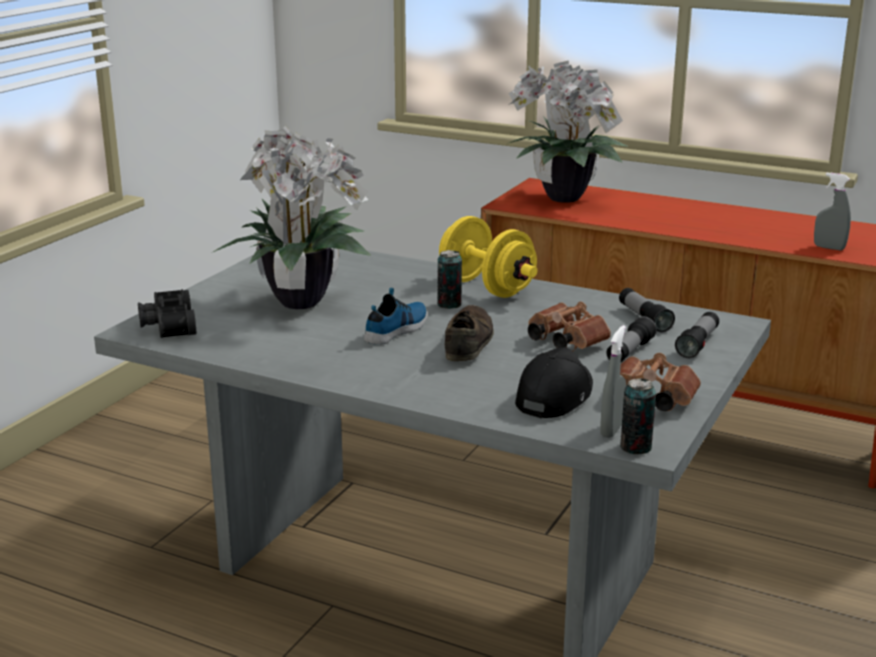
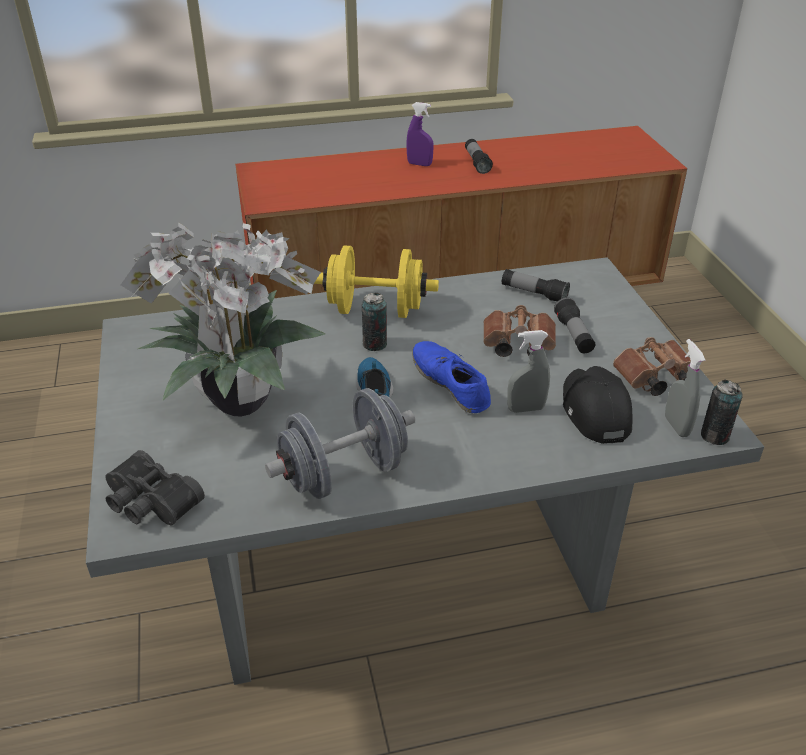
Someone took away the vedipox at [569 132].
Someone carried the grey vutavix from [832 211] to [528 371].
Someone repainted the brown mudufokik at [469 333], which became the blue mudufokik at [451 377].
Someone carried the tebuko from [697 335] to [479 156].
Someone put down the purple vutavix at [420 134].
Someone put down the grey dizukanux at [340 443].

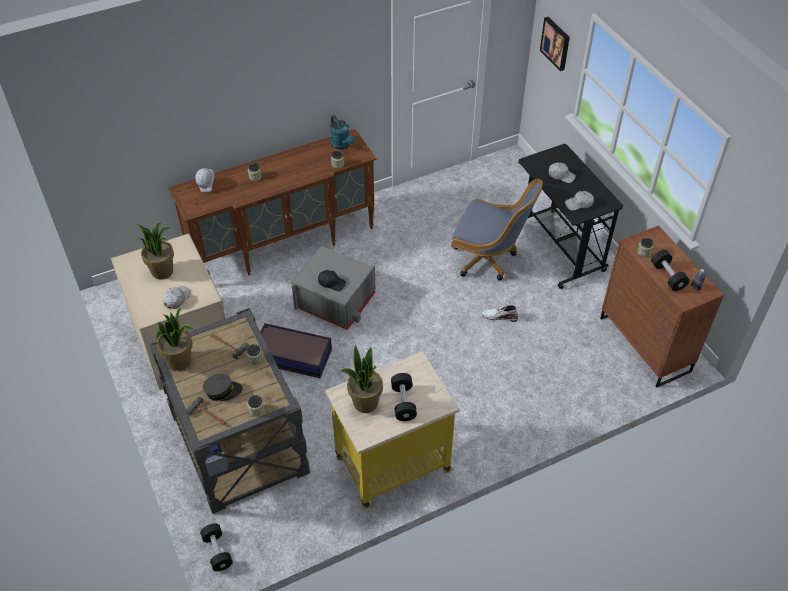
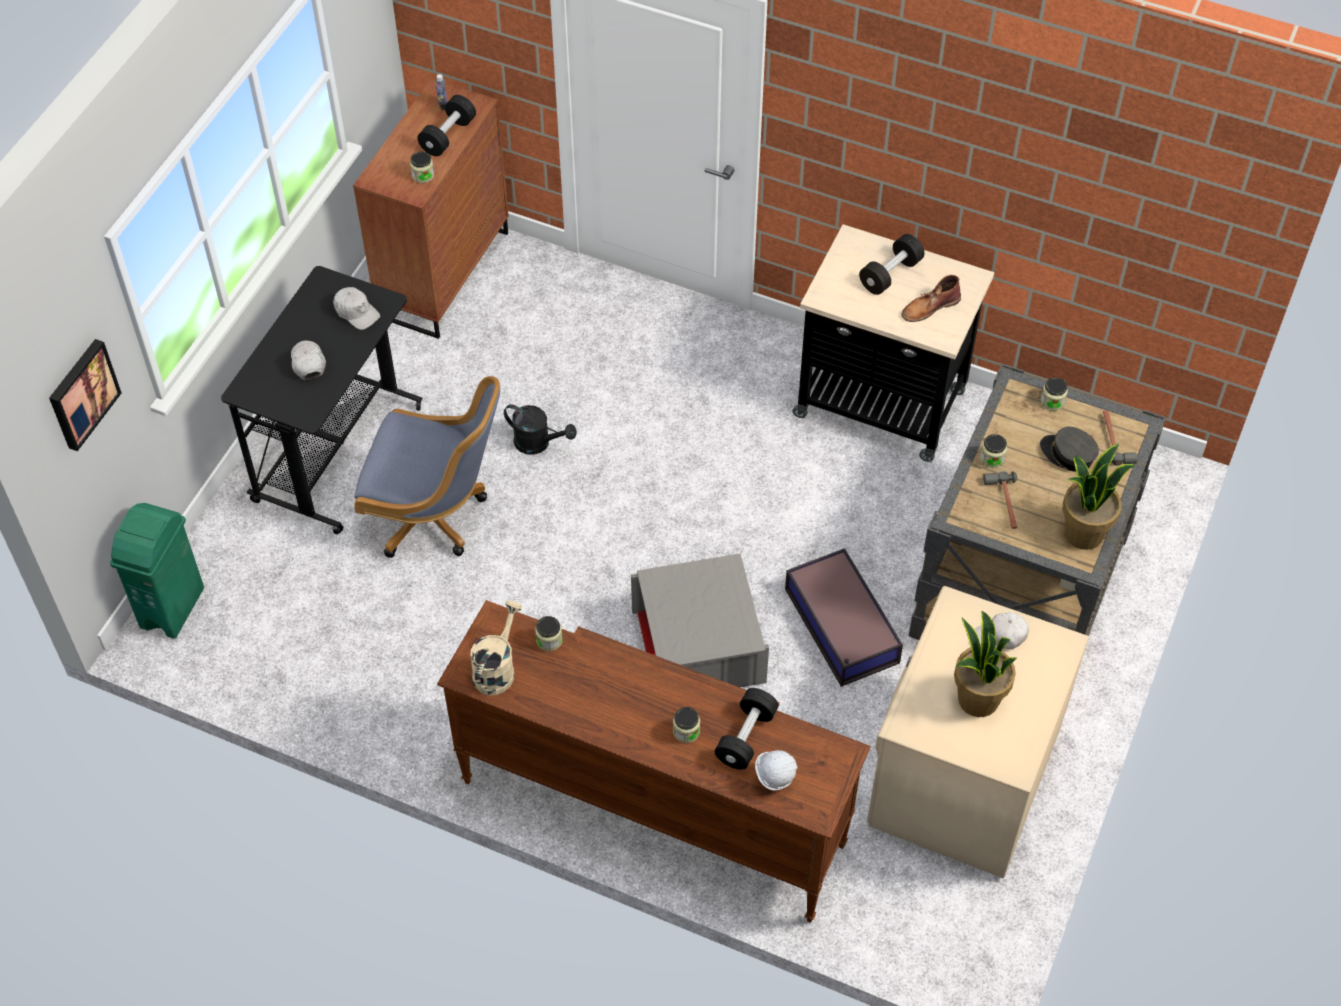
Someone repainted the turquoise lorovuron at [342 132], which became the beige lorovuron at [496 647].
Someone rotated the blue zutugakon at [497 230] by 120 degrees clockwise.
Someone took away the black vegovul at [332 280].
Someone swapped the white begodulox at [500 313] for the black lorovuron at [540 429].
Someone swapped the vedipox at [362 379] for the brown begodulox at [931 298].
Someone repainted the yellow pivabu at [392 430], which became the black pivabu at [893 343].
Someone carried the black dizukanux from [216 547] to [747 729].
Someone put down the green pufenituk at [157 571].

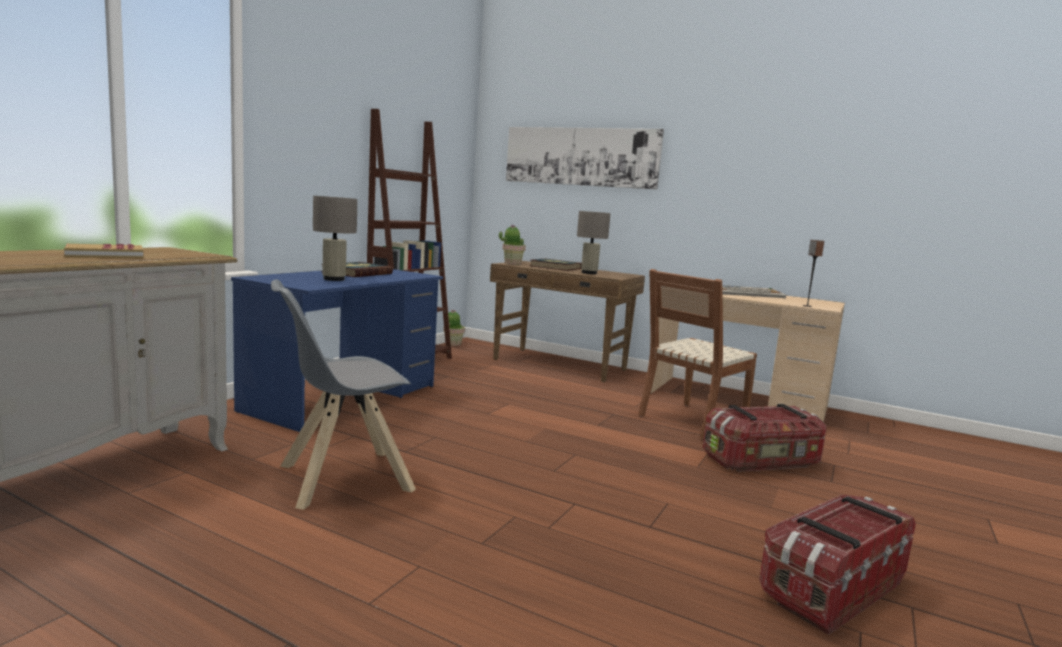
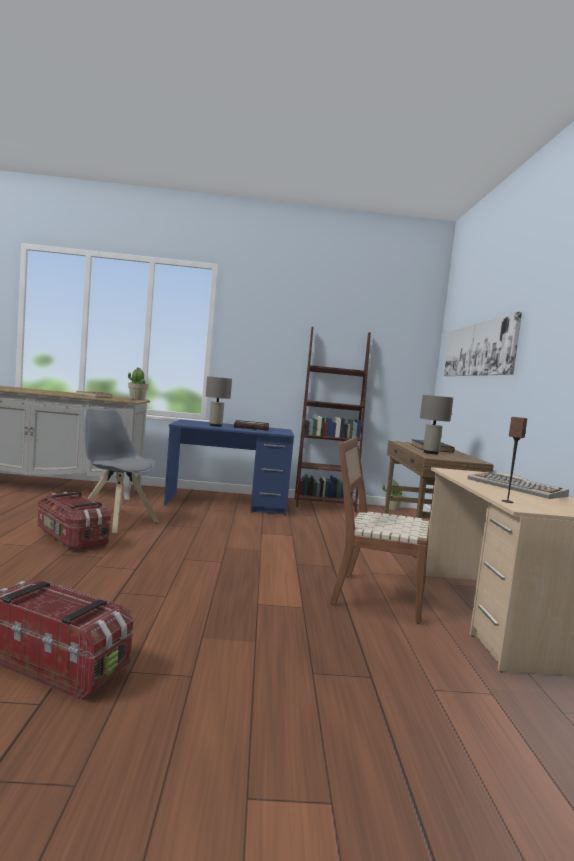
Someone carried the vedipox from [512 245] to [138 383].
Someone carried the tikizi from [765 438] to [74 521].

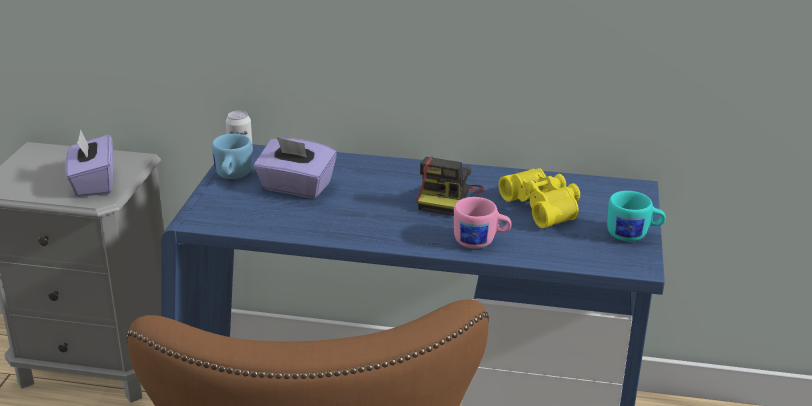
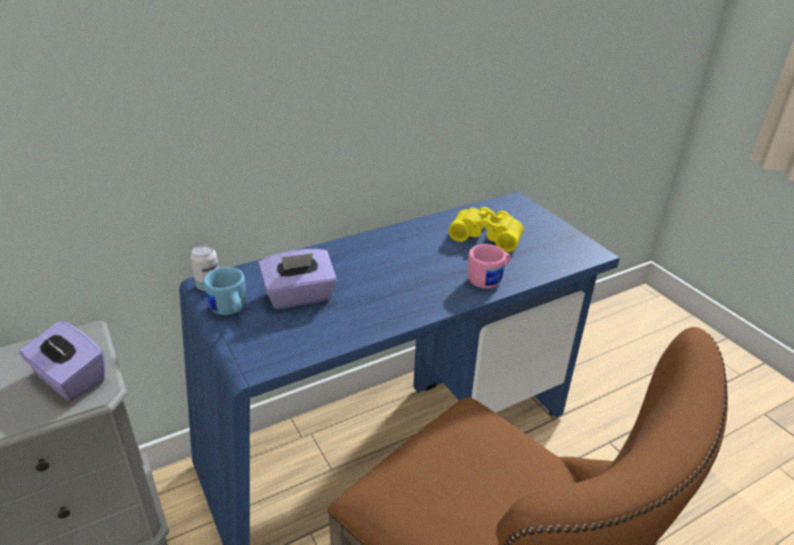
Someone took away the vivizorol at [450 186].
Someone took away the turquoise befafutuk at [636 216].

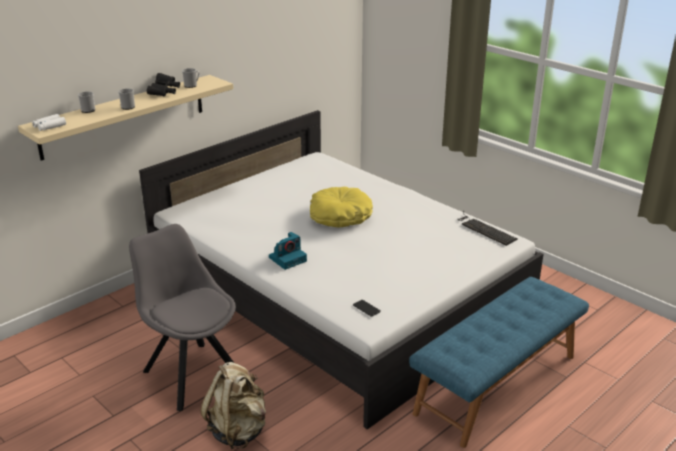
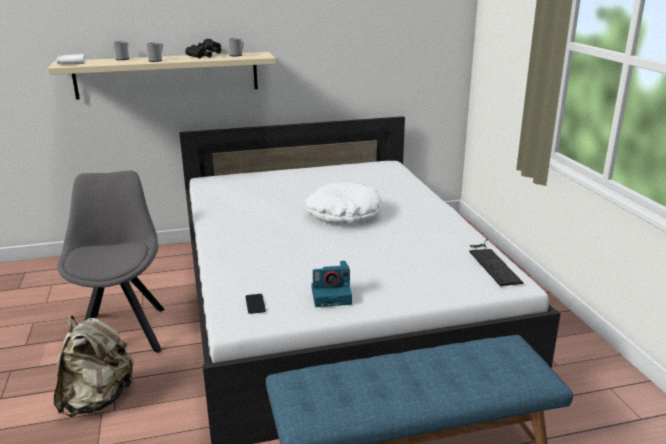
Someone repainted the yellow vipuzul at [341 207], which became the white vipuzul at [343 203].
Someone carried the vivizorol from [288 251] to [331 284].

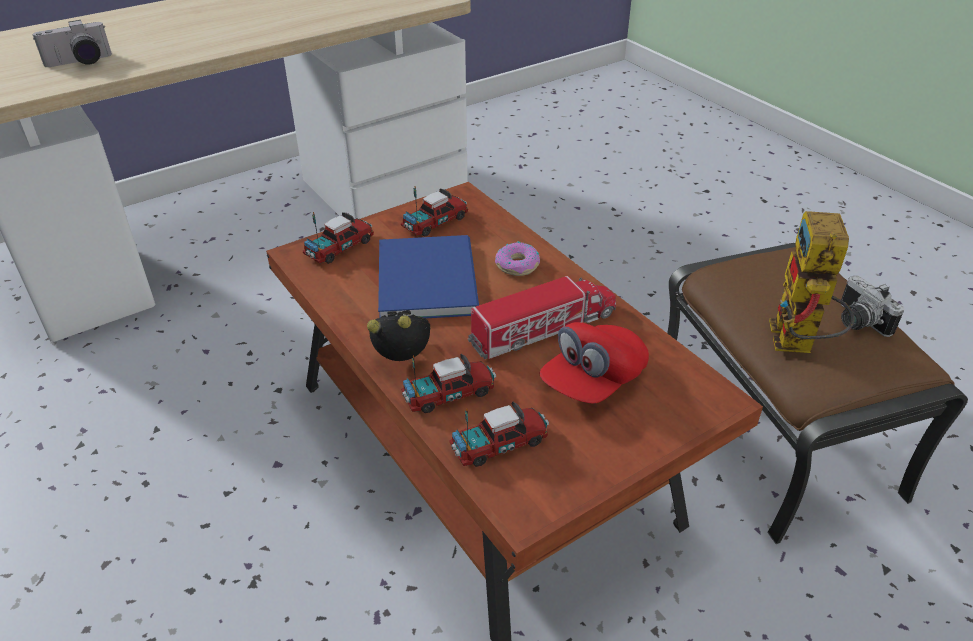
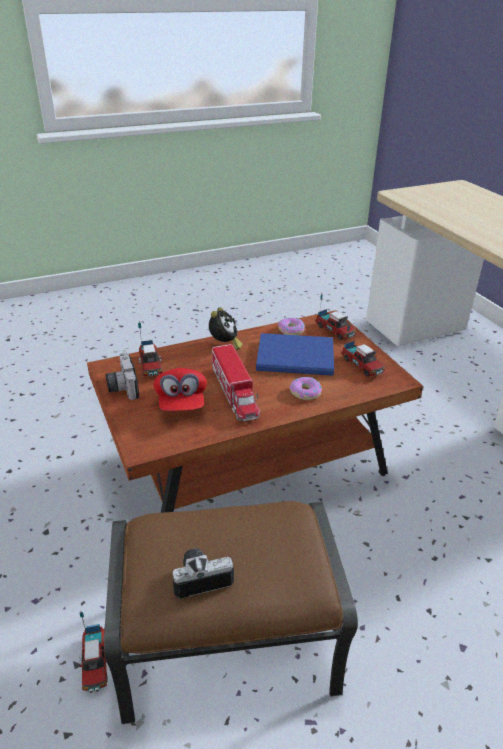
Someone carried the vivizorol from [72 43] to [122 376].
Someone took away the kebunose at [812 282].
Someone rotated the red vegovul at [594 362] by 150 degrees counterclockwise.
Someone carried the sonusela from [448 383] to [93 652].
Someone put down the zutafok at [291 326].

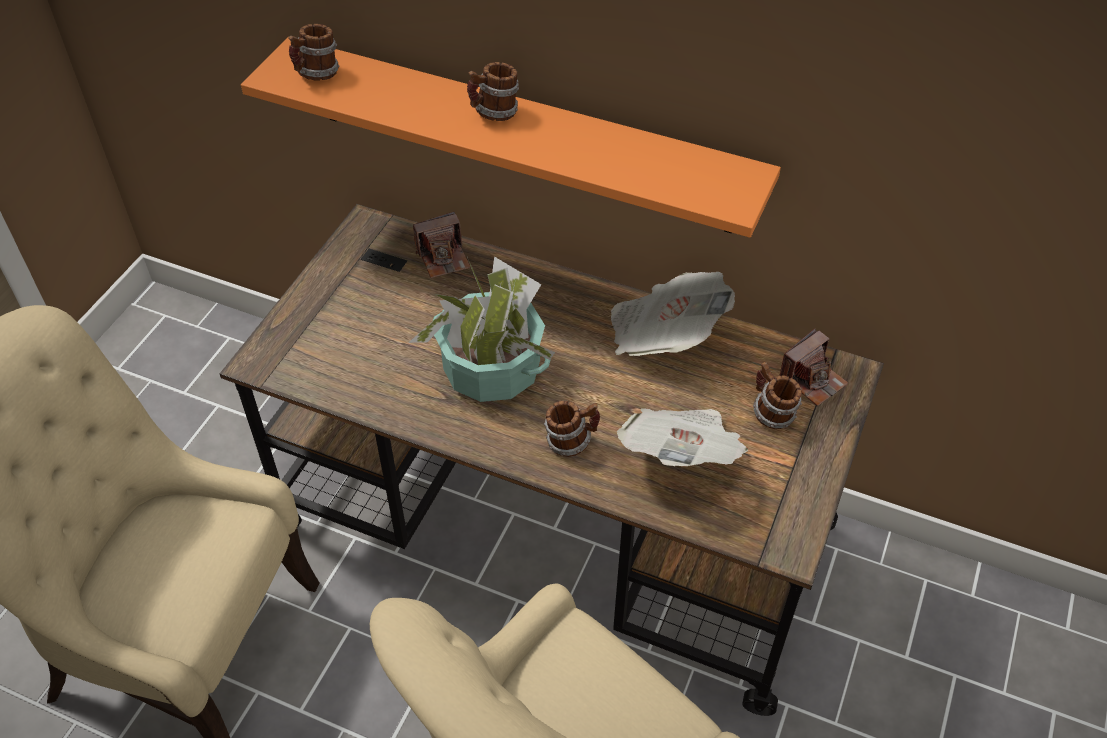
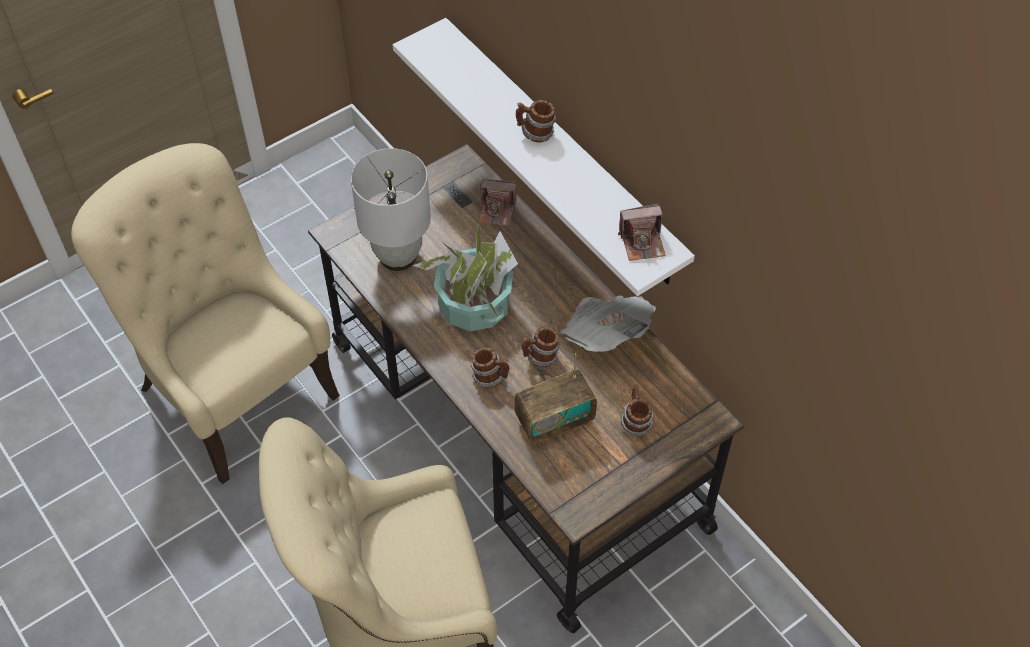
Someone carried the befafutuk from [313 52] to [541 347].
Someone repainted the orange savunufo at [511 138], which became the white savunufo at [544 157].
Someone carried the vivizorol from [813 367] to [642 232].
Someone swapped the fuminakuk at [682 437] for the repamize at [555 399].
Someone put down the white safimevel at [391 209].

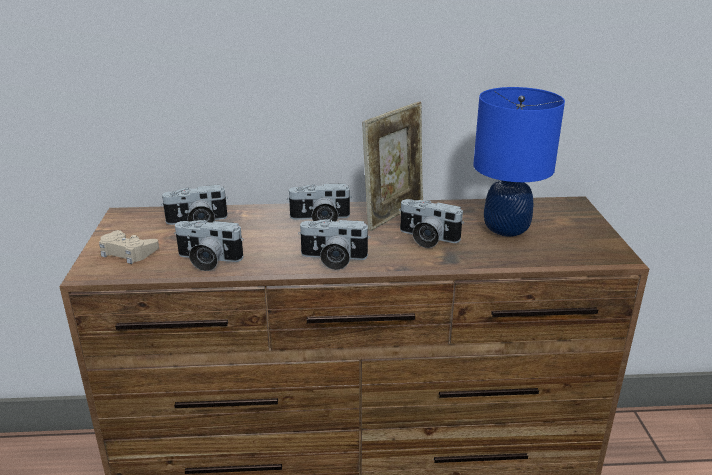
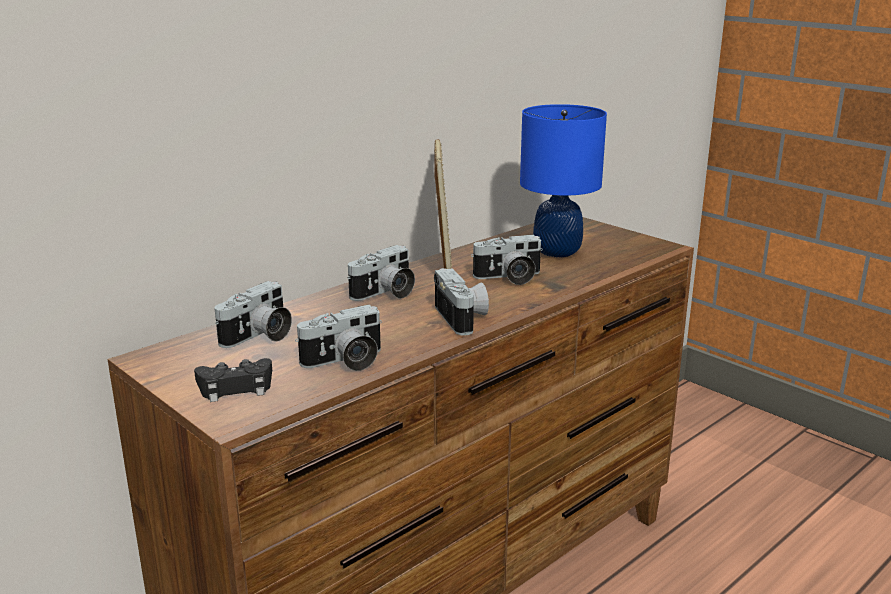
Someone rotated the vivizorol at [334 244] by 75 degrees counterclockwise.
Someone repainted the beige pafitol at [129 247], which became the black pafitol at [233 380].

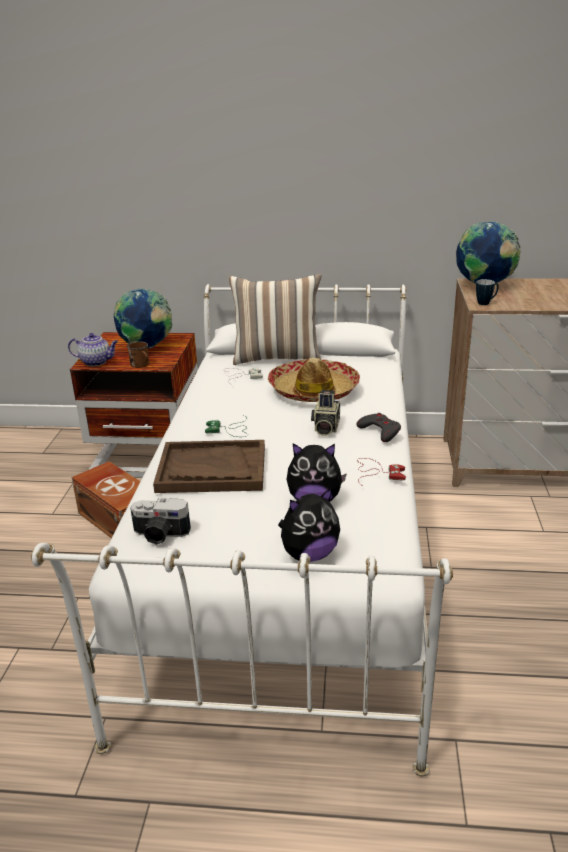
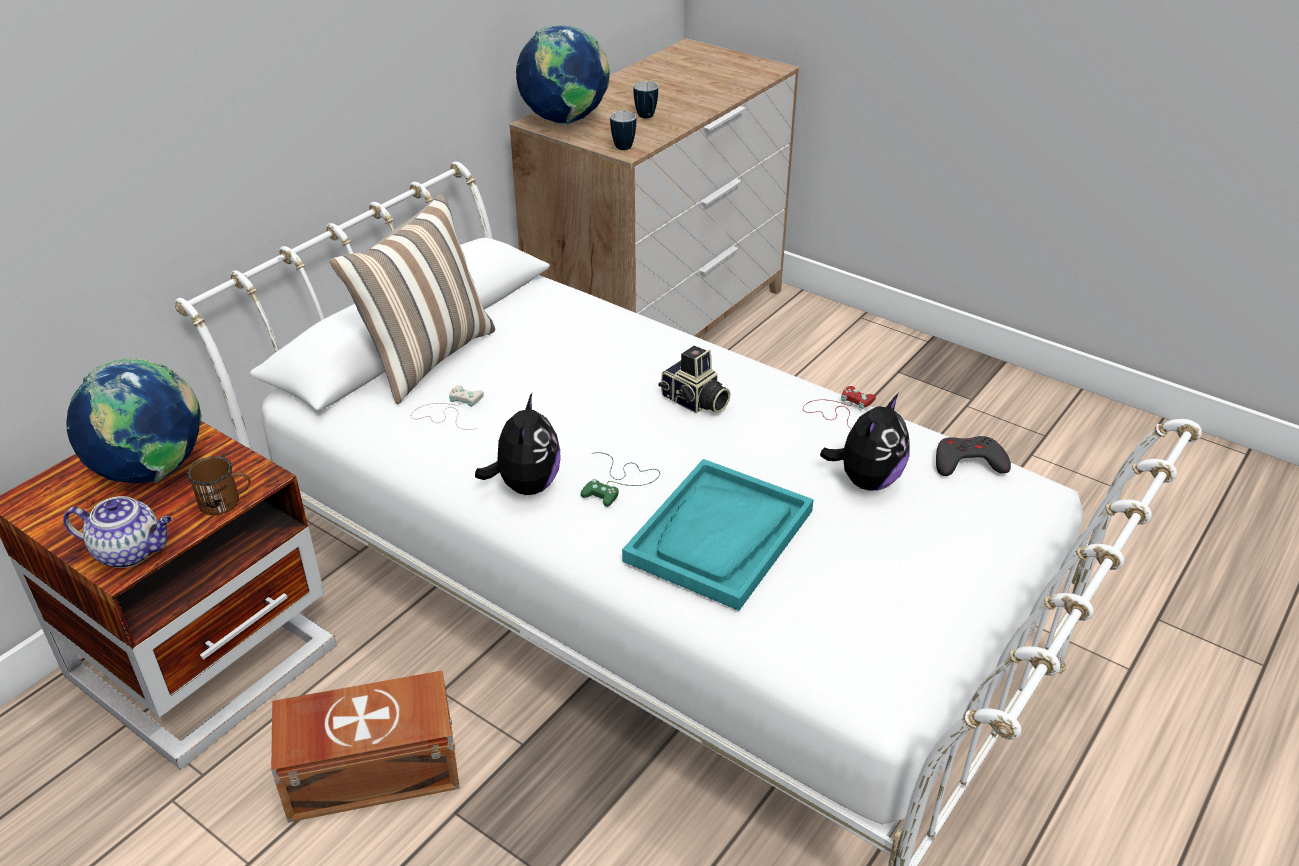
Someone rotated the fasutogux at [93 349] by 60 degrees clockwise.
Someone took away the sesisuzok at [314 379].
Someone carried the grey pafitol from [378 427] to [973 456].
Someone repainted the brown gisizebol at [209 466], which became the turquoise gisizebol at [718 535].
Someone carried the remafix from [309 524] to [518 444].
Someone took away the vivizorol at [160 521].
Someone put down the befafutuk at [645 99].

